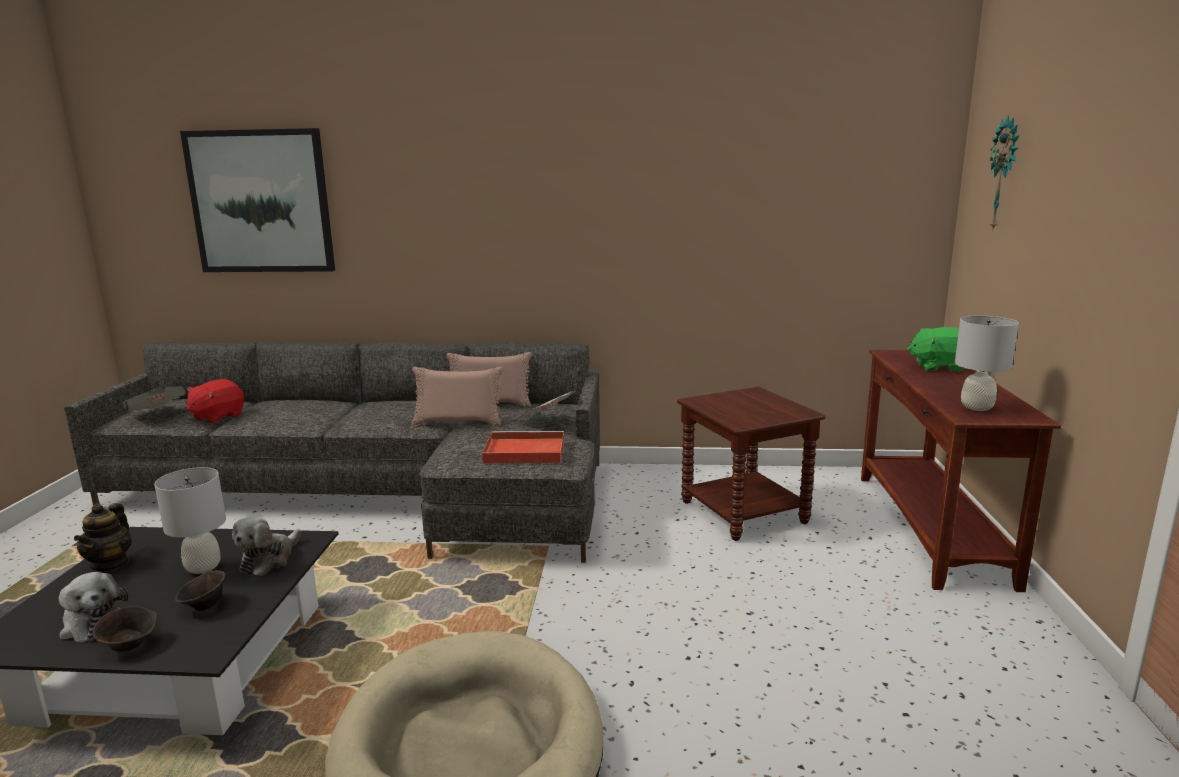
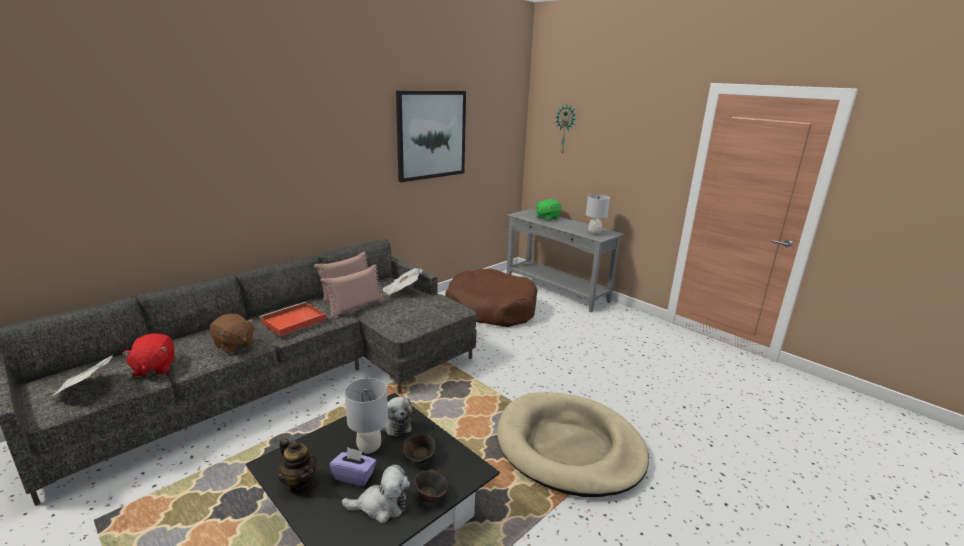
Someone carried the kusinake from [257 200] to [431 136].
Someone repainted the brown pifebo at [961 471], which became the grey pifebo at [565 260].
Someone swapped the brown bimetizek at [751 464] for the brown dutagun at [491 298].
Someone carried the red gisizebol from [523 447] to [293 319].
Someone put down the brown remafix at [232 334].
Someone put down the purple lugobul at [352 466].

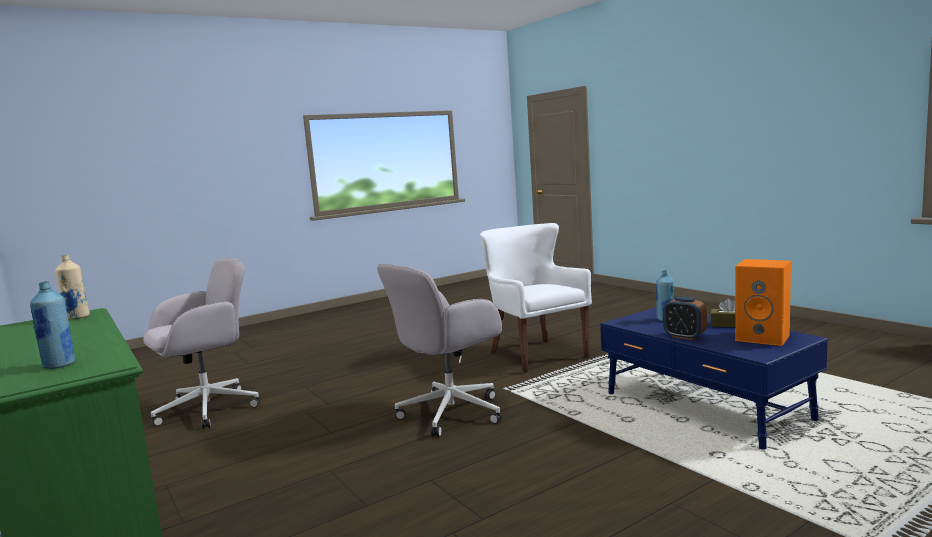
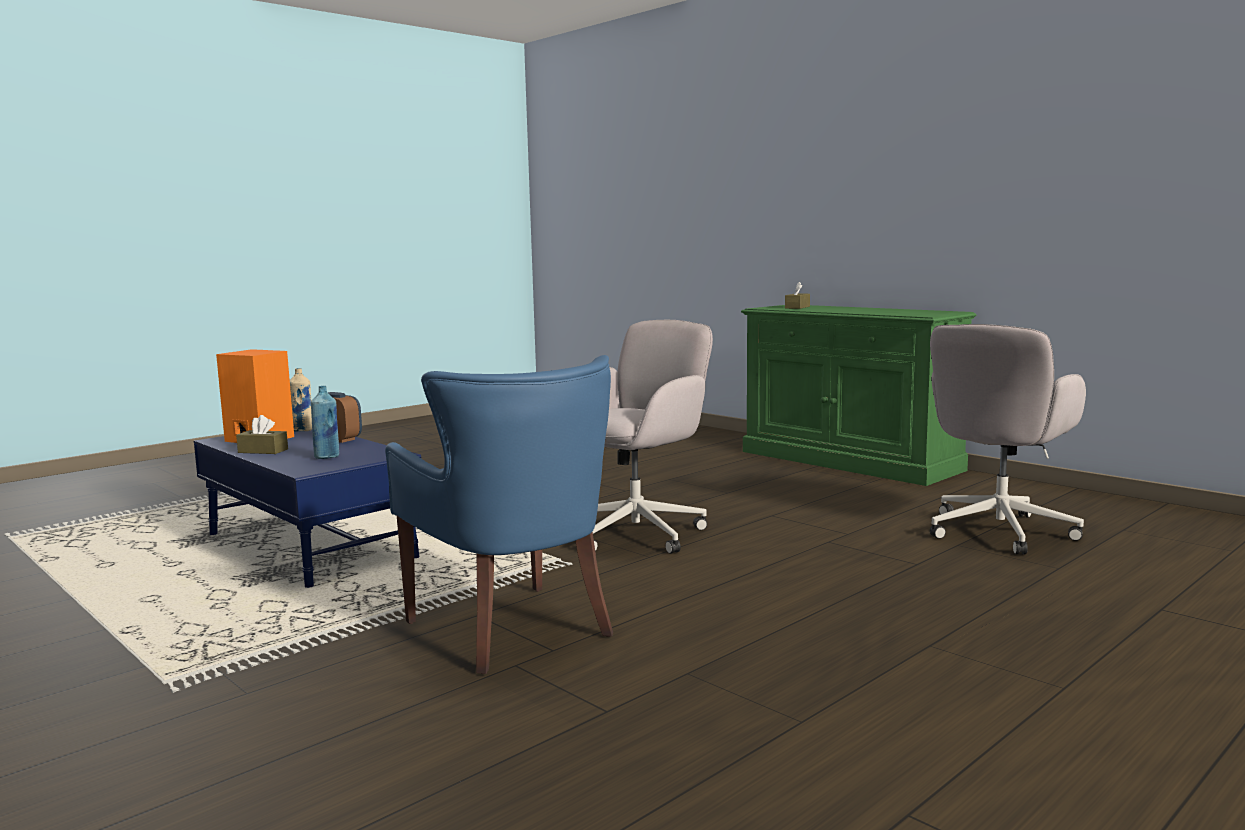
Someone repainted the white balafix at [536 298], which became the blue balafix at [499 514].
Someone carried the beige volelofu from [72 287] to [301 399].
Someone swapped the blue volelofu at [52 325] for the brown lugobul at [797 295].

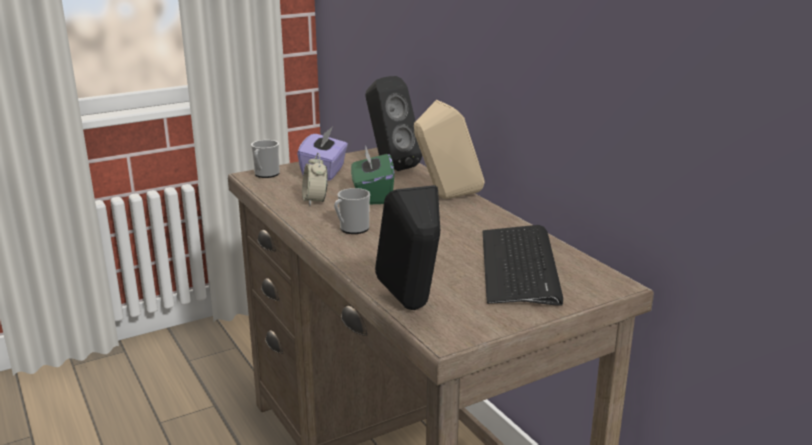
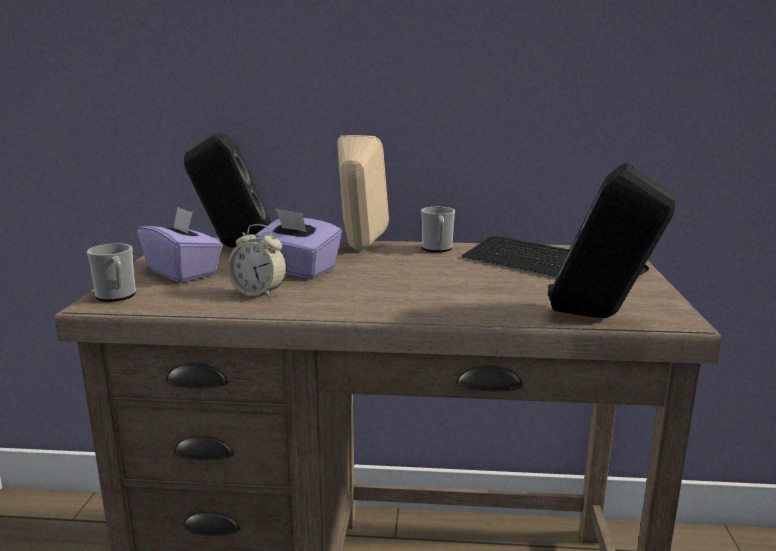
Someone repainted the green lugobul at [372 176], which became the purple lugobul at [296 243].
Someone carried the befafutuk from [352 211] to [438 229].

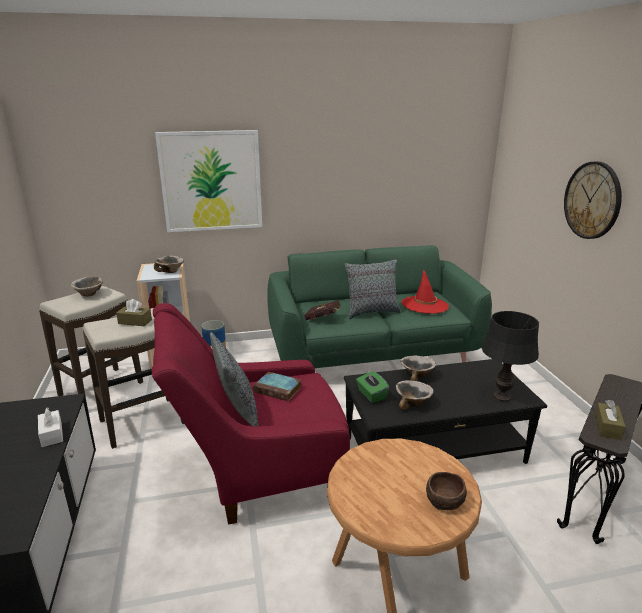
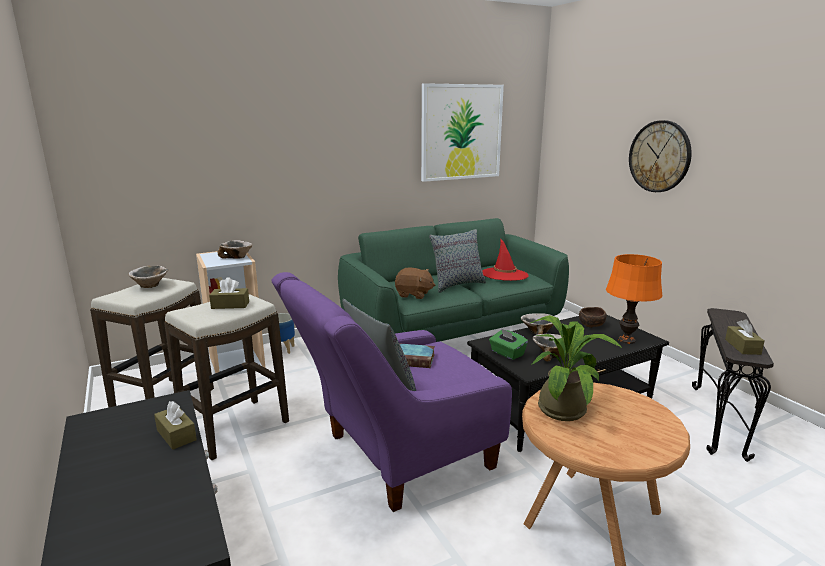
Someone carried the kusinake from [208 181] to [462 132].
Someone swapped the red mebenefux at [322 310] for the brown remafix at [415 283].
Someone repainted the red balafix at [251 413], which became the purple balafix at [392 392].
Someone repainted the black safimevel at [510 356], which became the orange safimevel at [634 299].
Someone repainted the white lugobul at [50 427], which became the brown lugobul at [175 425].
Someone carried the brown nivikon from [446 491] to [593 317].
Someone put down the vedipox at [576 368].

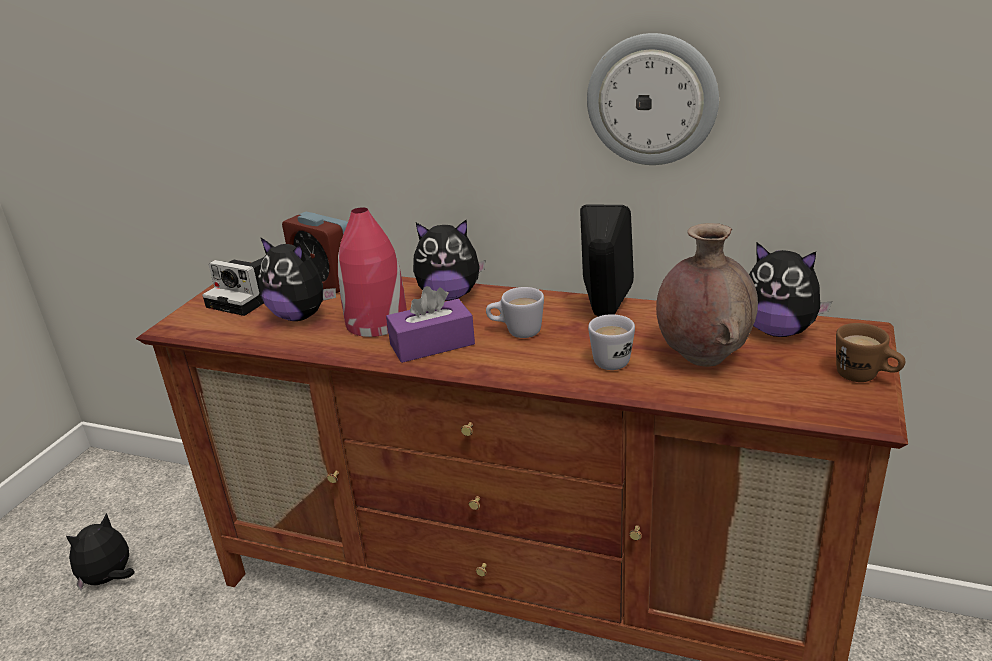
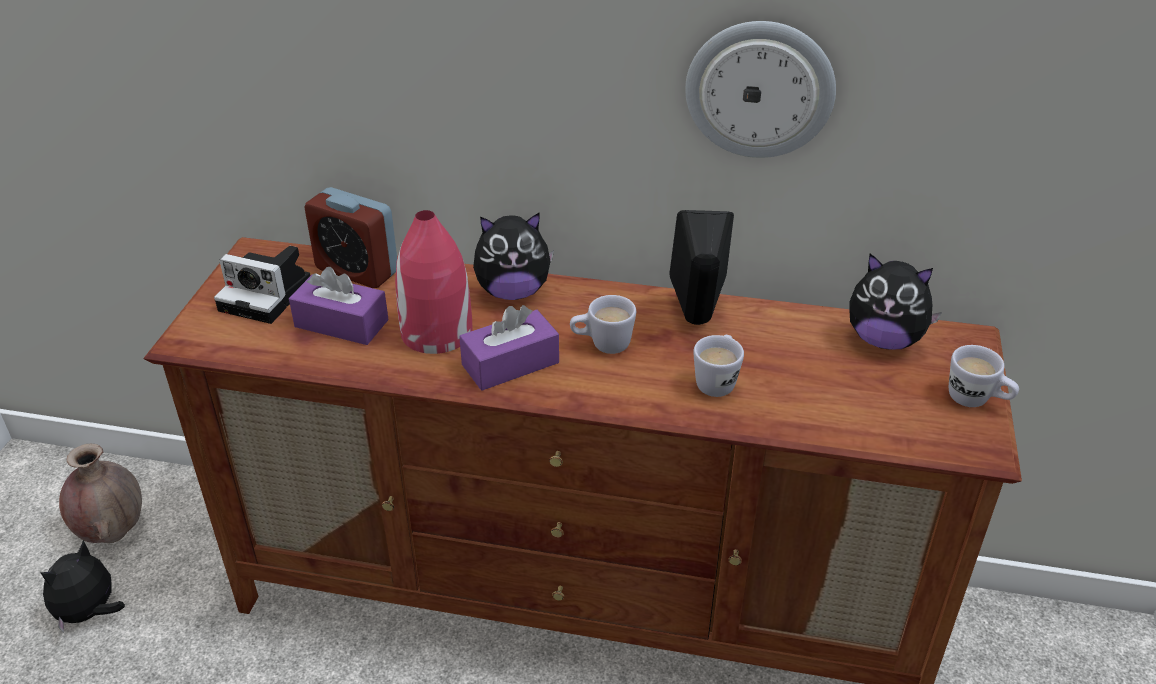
Someone carried the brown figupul from [707 295] to [100 493].
Someone swapped the remafix at [297 279] for the purple lugobul at [339 306].
Someone repainted the brown befafutuk at [870 352], which became the white befafutuk at [984 376].

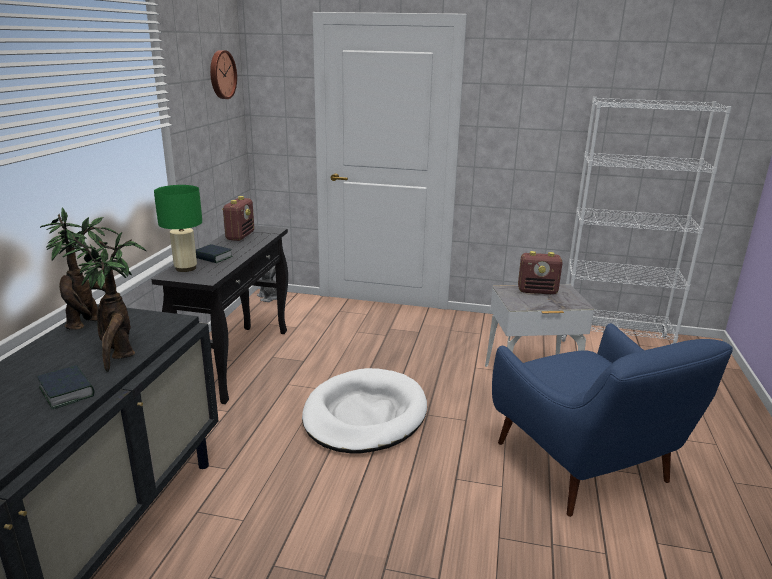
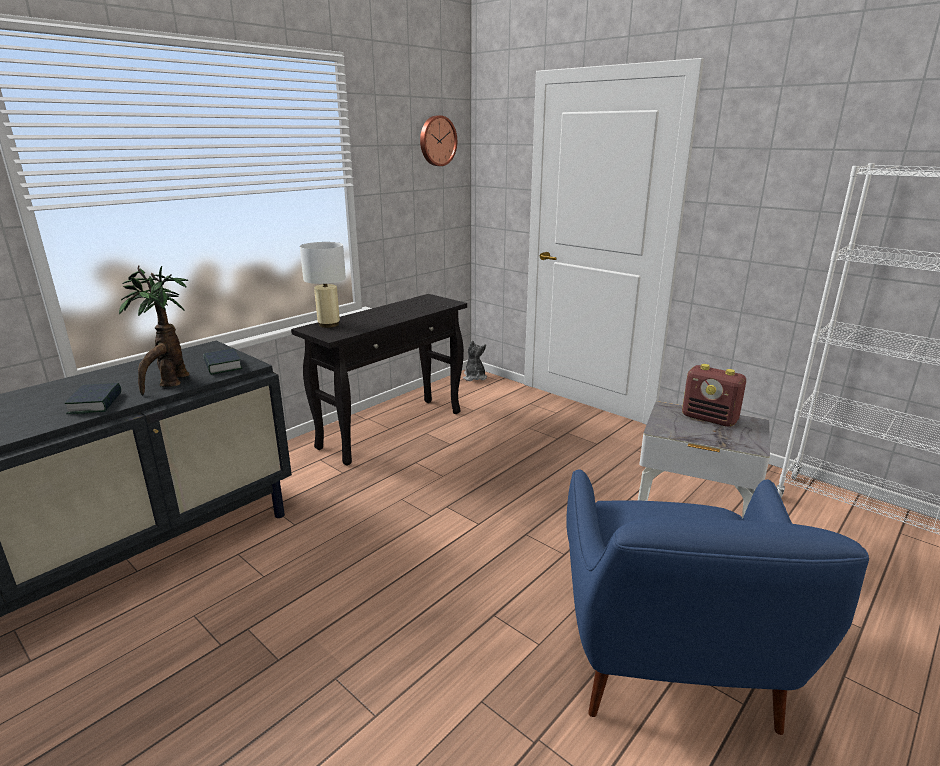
Someone repainted the green safimevel at [178 228], which became the white safimevel at [323 285].
Someone took away the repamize at [238 218].
Someone took away the vedipox at [79 268].
Someone carried the mebenefux from [214 253] to [222 361].
Someone took away the white dutagun at [364 410].

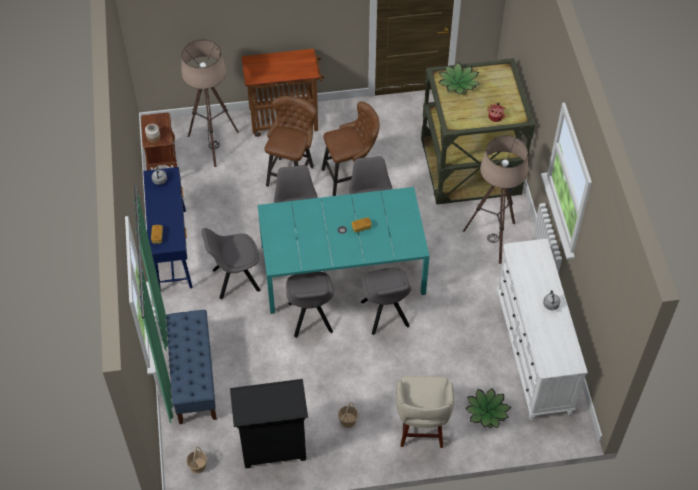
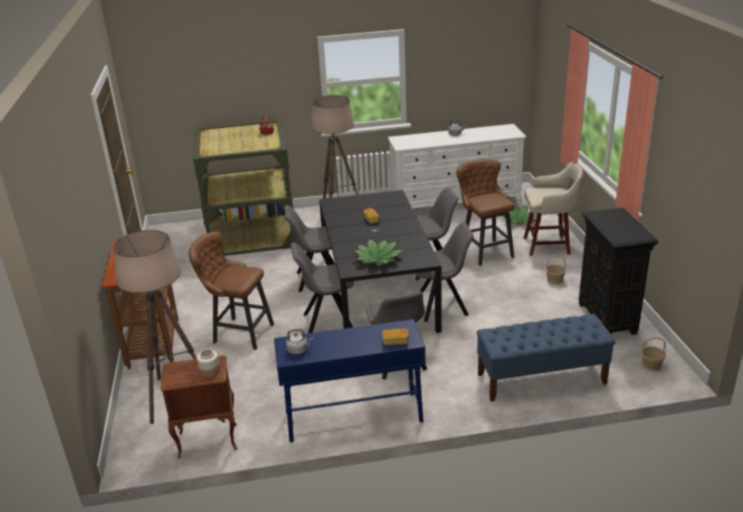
Someone carried the vedipox from [459 78] to [378 252].
Someone carried the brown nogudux from [351 148] to [485 212].
Someone repainted the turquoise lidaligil at [343 250], which became the black lidaligil at [380 261].

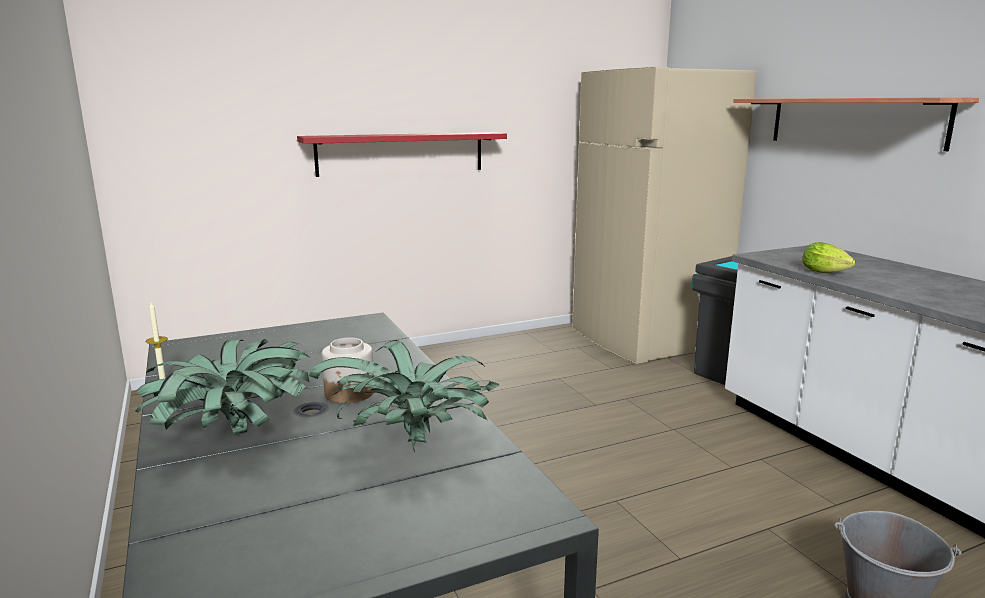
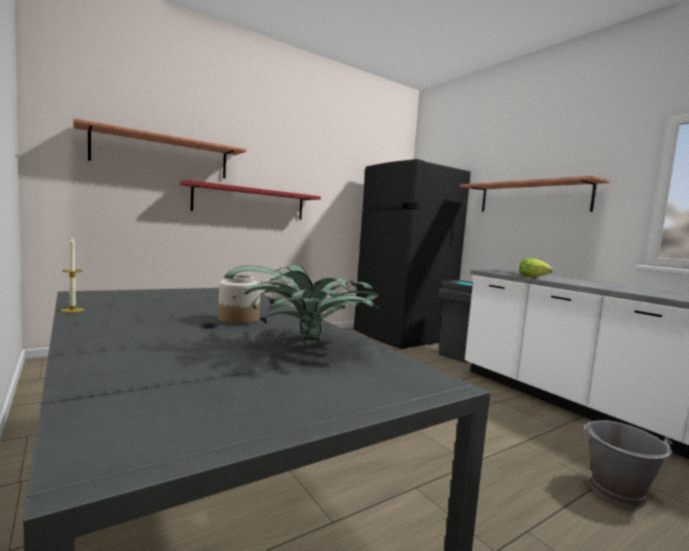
Someone repainted the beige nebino at [664 215], which became the black nebino at [412 254].
Someone took away the vedipox at [223 386].
Someone put up the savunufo at [160 148].

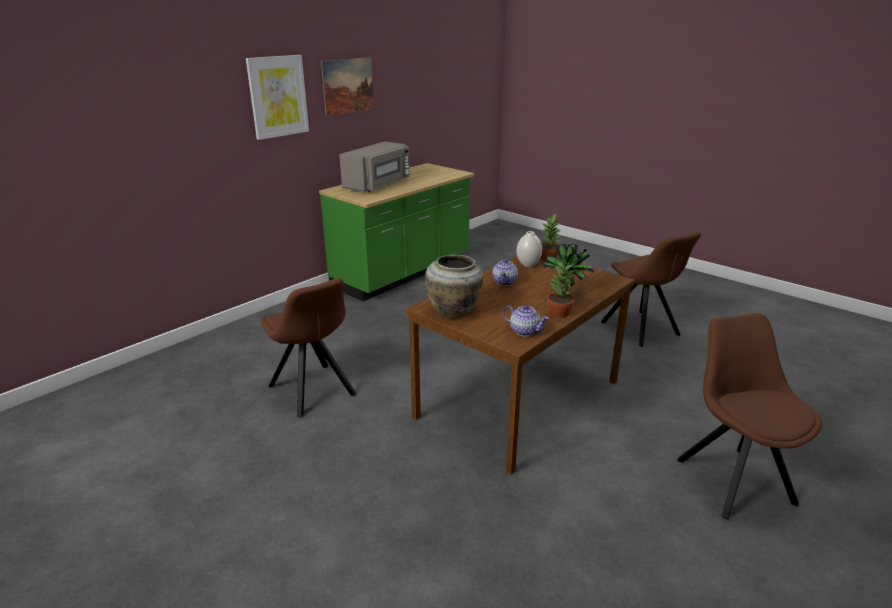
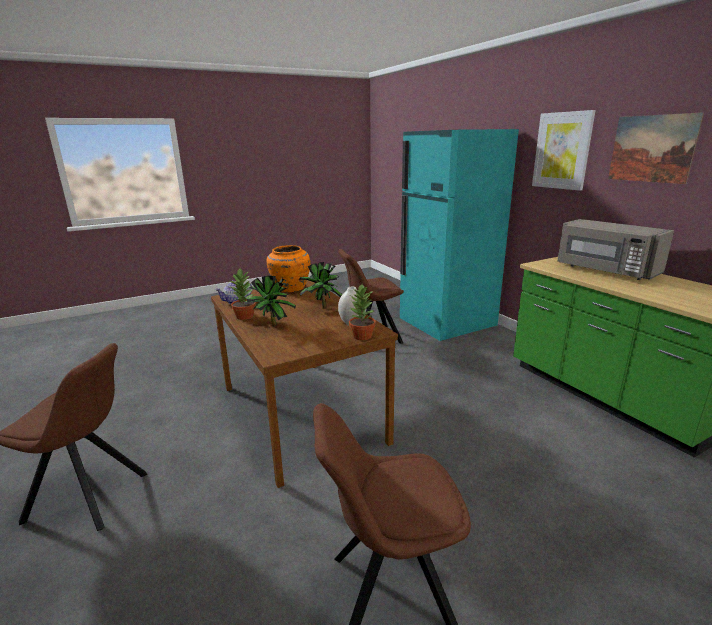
Someone repainted the beige figupul at [454 286], which became the orange figupul at [288 268].
Someone swapped the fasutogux at [505 272] for the vedipox at [320 285].
Someone put down the turquoise nebino at [459 235].

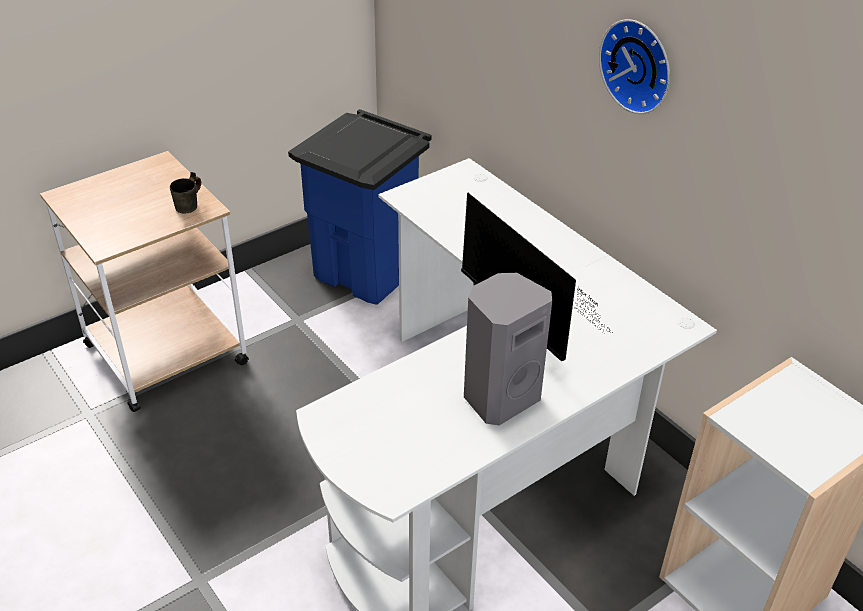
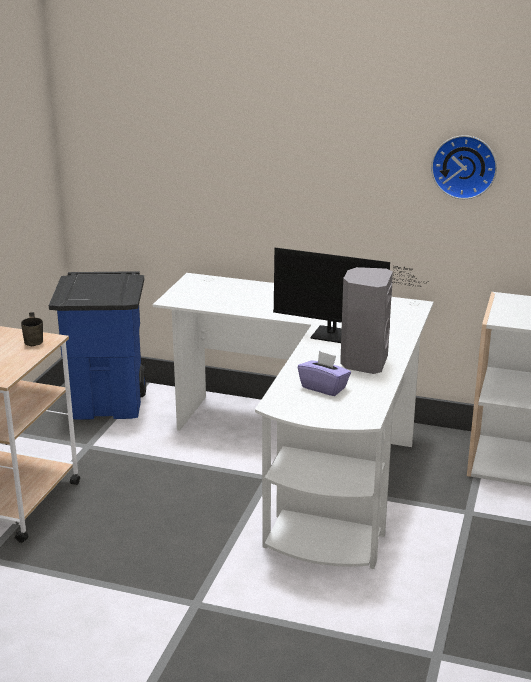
Someone carried the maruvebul from [634 66] to [464 167].
Someone put down the purple lugobul at [324 373].

